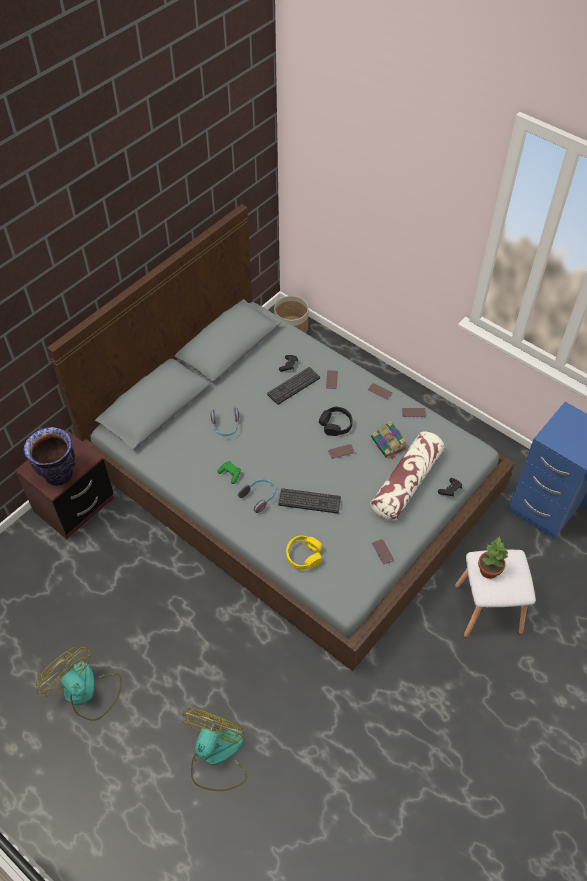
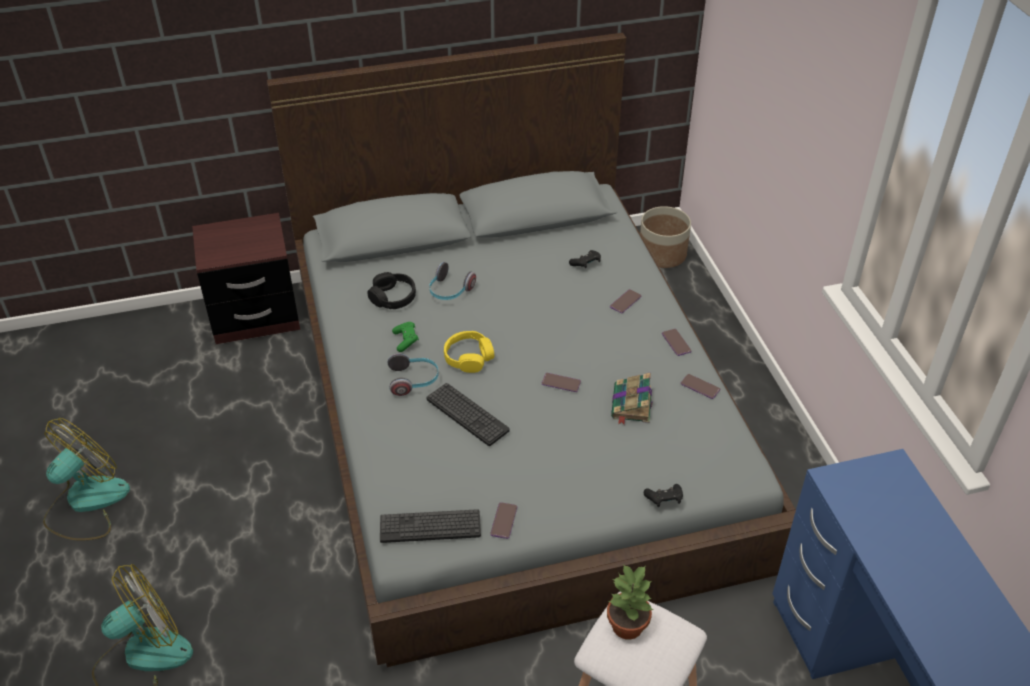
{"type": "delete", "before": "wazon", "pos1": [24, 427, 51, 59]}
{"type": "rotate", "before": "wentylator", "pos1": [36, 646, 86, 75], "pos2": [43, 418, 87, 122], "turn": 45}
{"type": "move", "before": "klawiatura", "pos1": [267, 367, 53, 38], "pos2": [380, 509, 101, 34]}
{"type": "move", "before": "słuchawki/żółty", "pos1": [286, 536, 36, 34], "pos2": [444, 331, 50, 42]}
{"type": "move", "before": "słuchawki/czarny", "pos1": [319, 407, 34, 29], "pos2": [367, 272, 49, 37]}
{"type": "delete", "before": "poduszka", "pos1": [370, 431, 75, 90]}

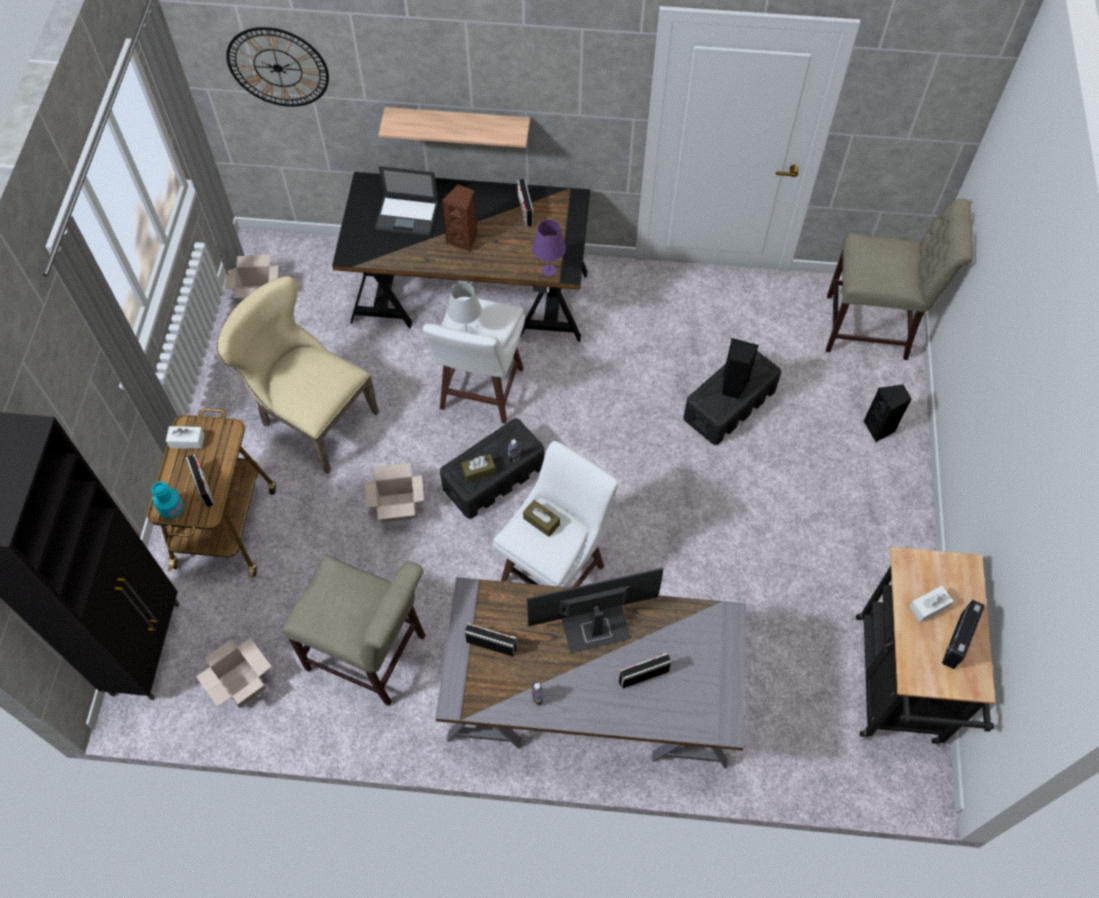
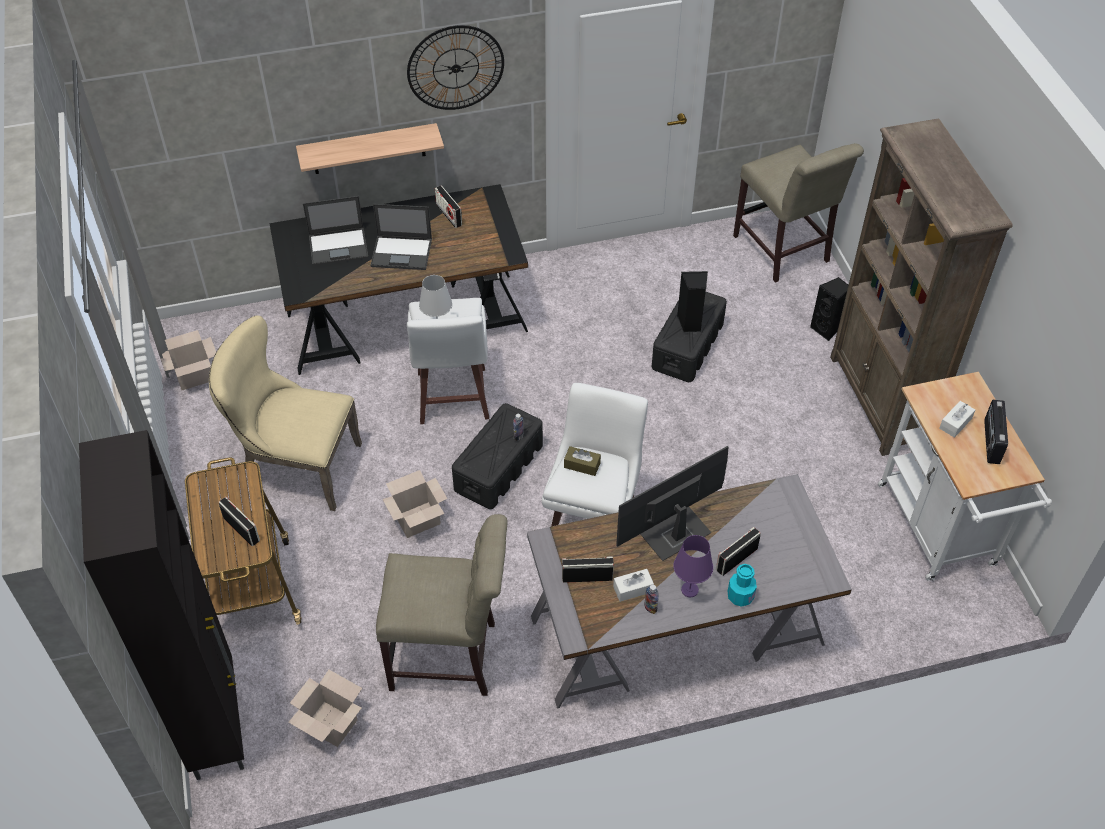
{"type": "move", "before": "butelka/turkusowy", "pos1": [151, 482, 33, 36], "pos2": [727, 564, 30, 43]}
{"type": "move", "before": "pudełko chusteczek/biały", "pos1": [166, 426, 39, 23], "pos2": [613, 569, 41, 33]}
{"type": "move", "before": "zegar ścienny", "pos1": [226, 27, 103, 80], "pos2": [407, 25, 97, 85]}
{"type": "replace", "before": "głośnik/brązowy", "after": "laptop", "pos1": [442, 184, 36, 68], "pos2": [371, 204, 61, 66]}
{"type": "delete", "before": "pudełko chusteczek/brązowy", "pos1": [461, 454, 35, 28]}
{"type": "move", "before": "lampa stołowa/fioletowy", "pos1": [532, 219, 34, 58], "pos2": [673, 535, 40, 62]}
{"type": "rotate", "before": "krzesło/beżowy", "pos1": [826, 198, 147, 162], "pos2": [733, 143, 131, 140], "turn": 75}
{"type": "recolor", "before": "wózek/czarny", "after": "wózek/biały", "pos1": [856, 547, 139, 200], "pos2": [878, 372, 174, 209]}
{"type": "insert", "after": "regał/brązowy", "pos2": [830, 118, 183, 338]}

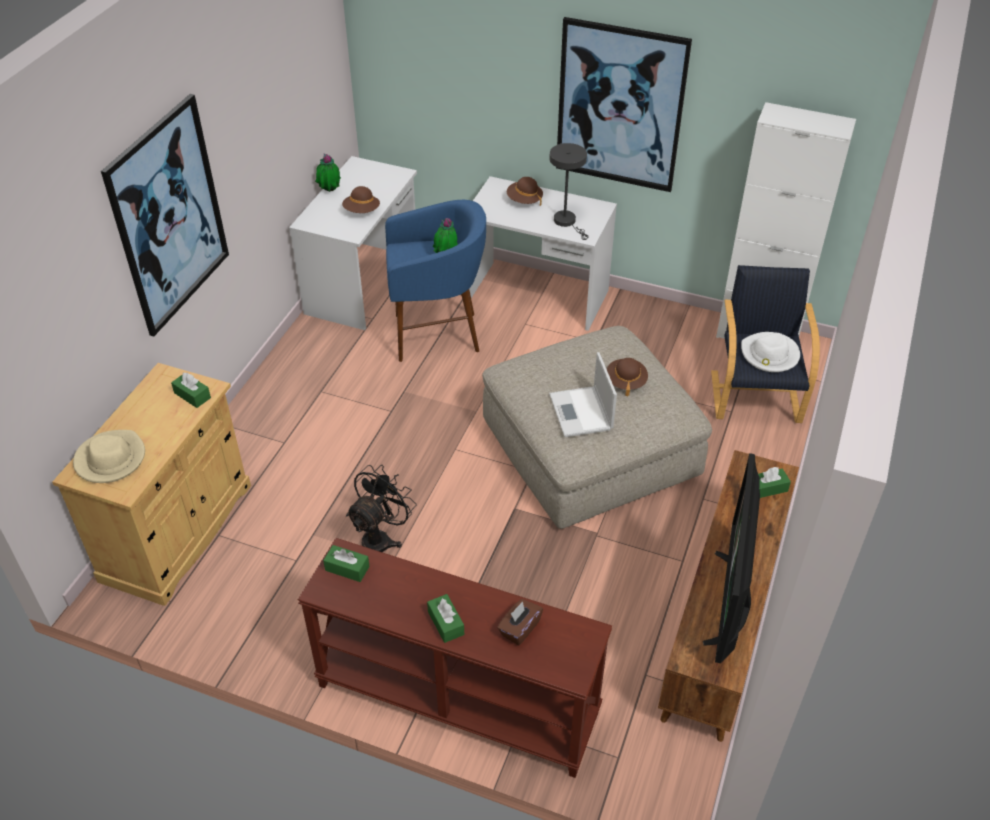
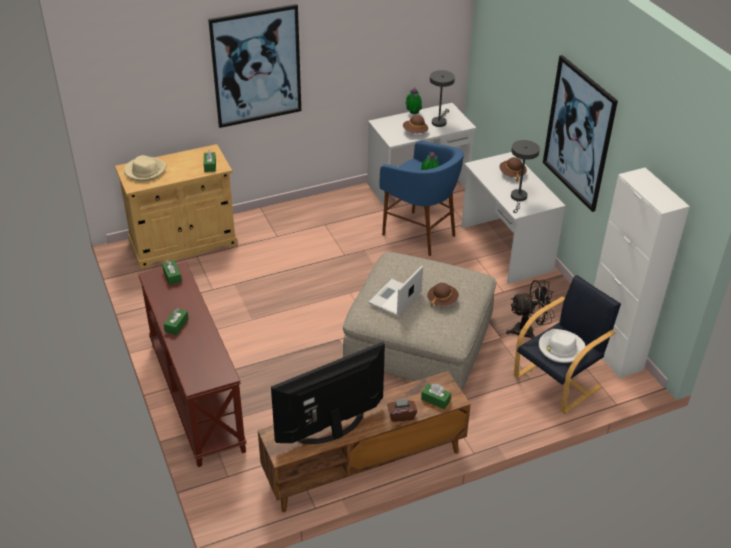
{"type": "move", "before": "wentylator/czarny", "pos1": [346, 465, 71, 87], "pos2": [506, 280, 49, 59]}
{"type": "move", "before": "pudełko chusteczek/brązowy", "pos1": [497, 599, 46, 46], "pos2": [387, 399, 30, 23]}
{"type": "insert", "after": "lampa stołowa/szary", "pos2": [430, 70, 25, 57]}

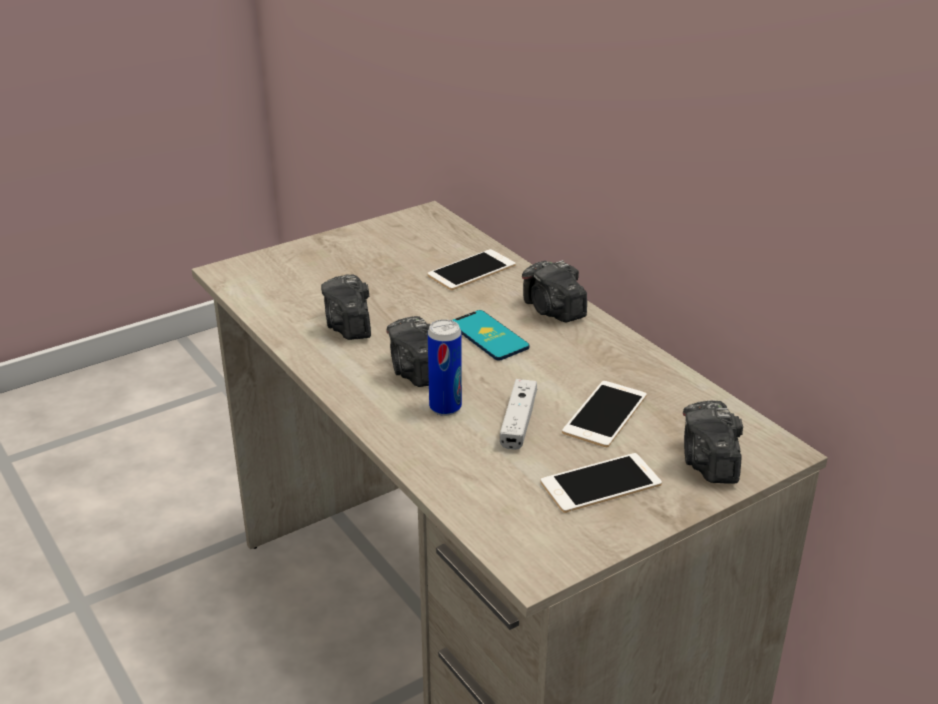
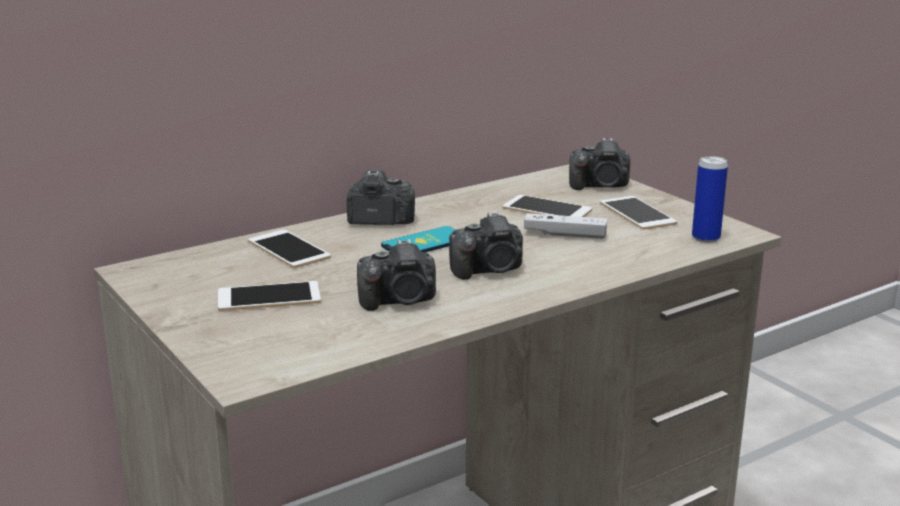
{"type": "move", "before": "puszka", "pos1": [428, 319, 34, 97], "pos2": [692, 156, 36, 87]}
{"type": "rotate", "before": "aparat fotograficzny", "pos1": [522, 260, 65, 62], "pos2": [347, 169, 68, 56], "turn": -150}
{"type": "insert", "after": "telefon", "pos2": [218, 281, 103, 30]}

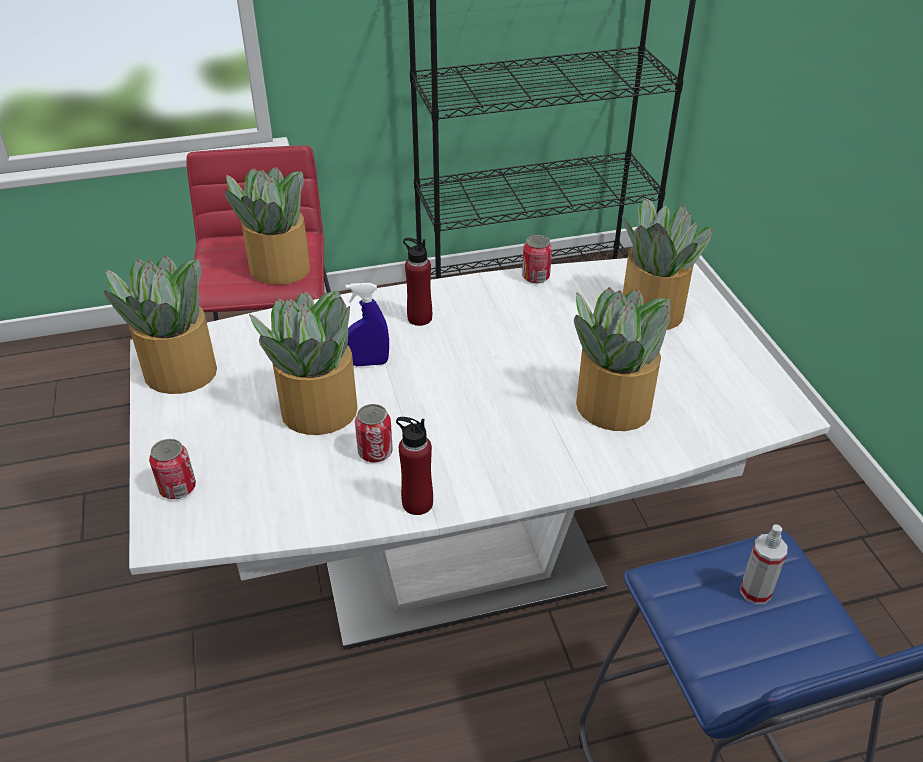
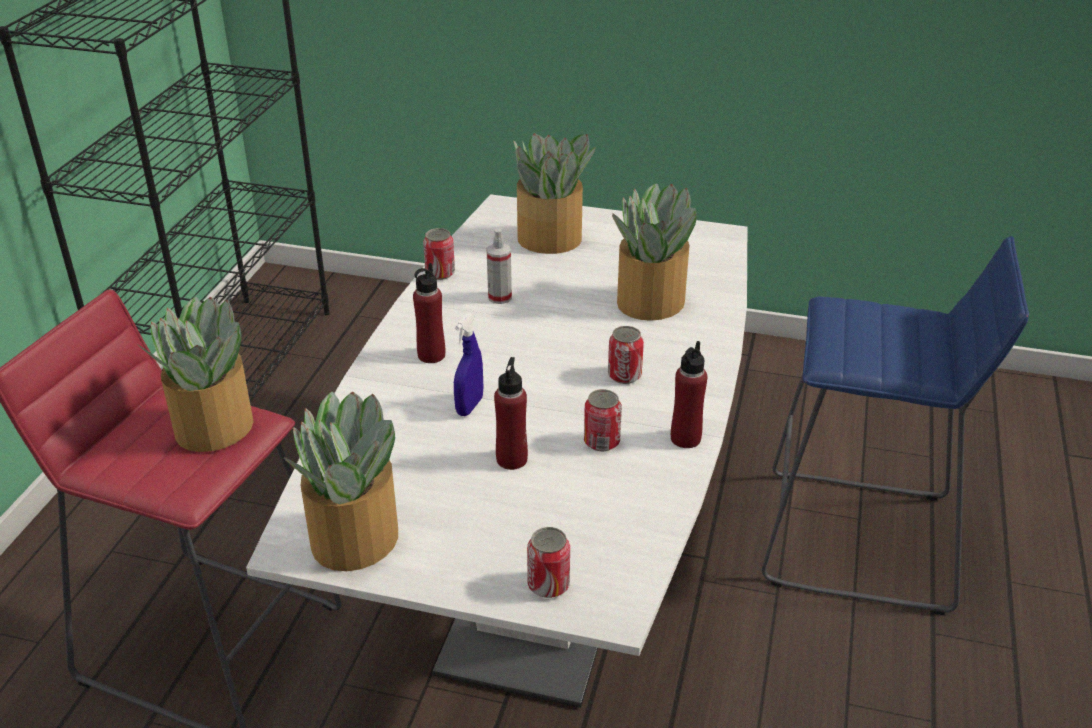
{"type": "replace", "before": "roślina doniczkowa", "after": "butelka/czerwony", "pos1": [249, 291, 108, 144], "pos2": [494, 357, 34, 113]}
{"type": "move", "before": "spryskiwacz", "pos1": [740, 524, 47, 80], "pos2": [487, 229, 25, 75]}
{"type": "insert", "after": "puszka", "pos2": [608, 326, 36, 58]}

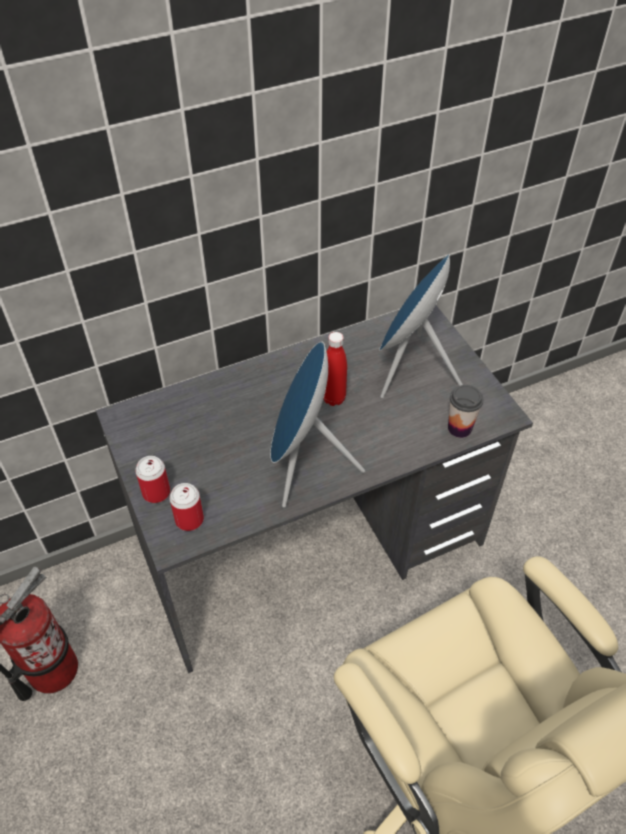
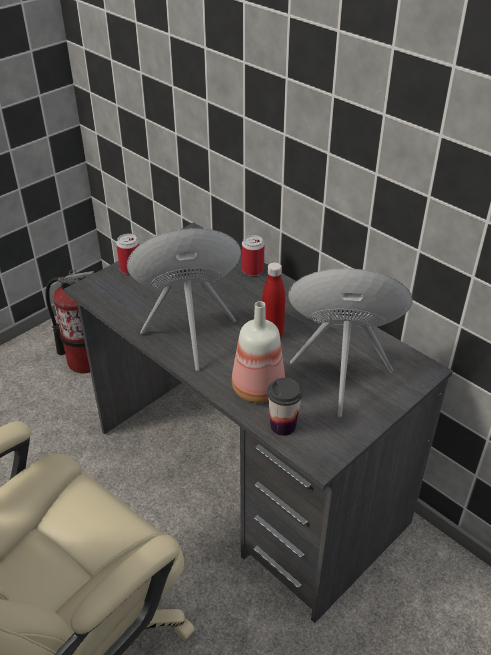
{"type": "move", "before": "puszka", "pos1": [169, 483, 35, 48], "pos2": [242, 235, 22, 41]}
{"type": "insert", "after": "butelka", "pos2": [232, 301, 53, 102]}

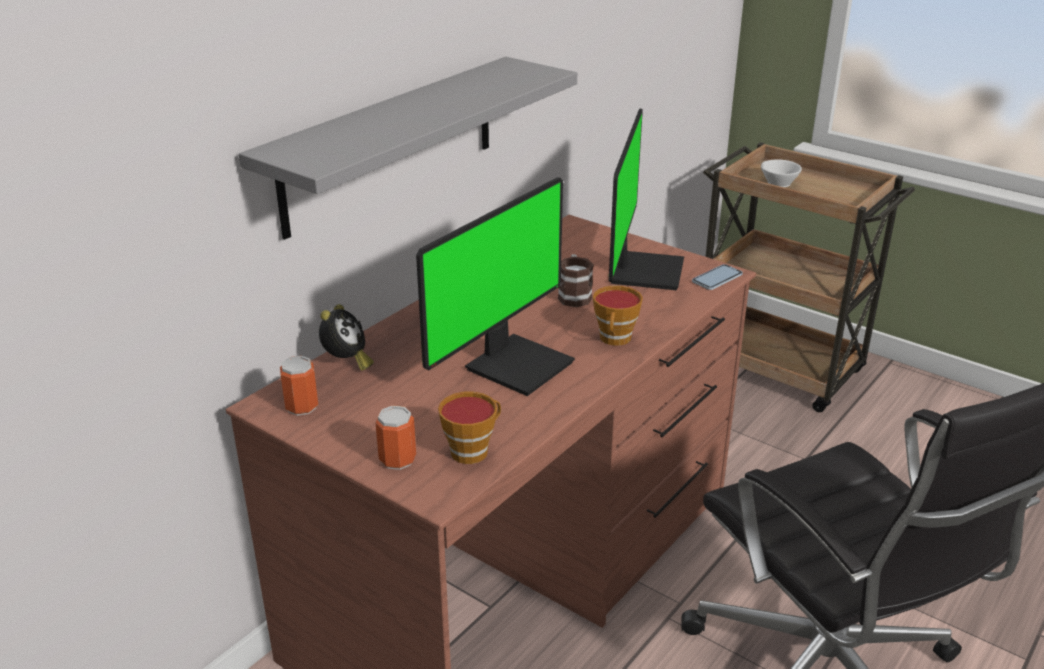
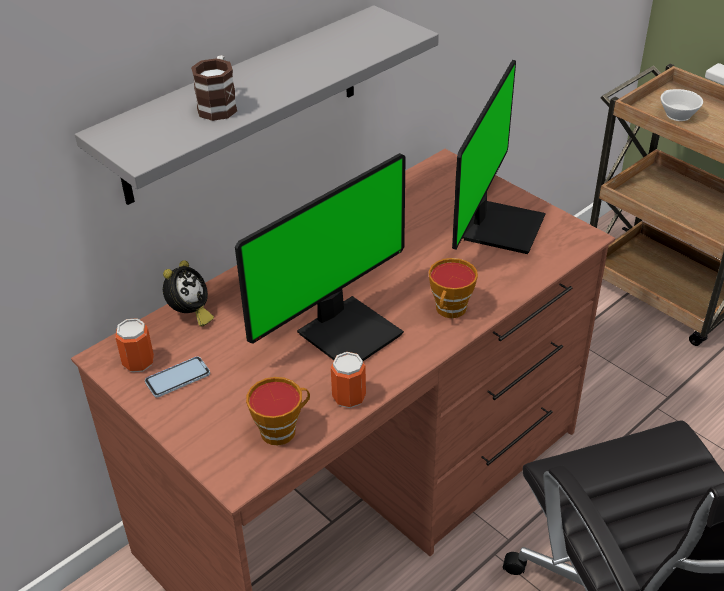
{"type": "move", "before": "puszka", "pos1": [376, 405, 40, 65], "pos2": [331, 352, 35, 56]}
{"type": "move", "before": "kubek", "pos1": [558, 254, 36, 53], "pos2": [191, 55, 46, 66]}
{"type": "move", "before": "telefon", "pos1": [692, 264, 51, 26], "pos2": [145, 357, 65, 40]}

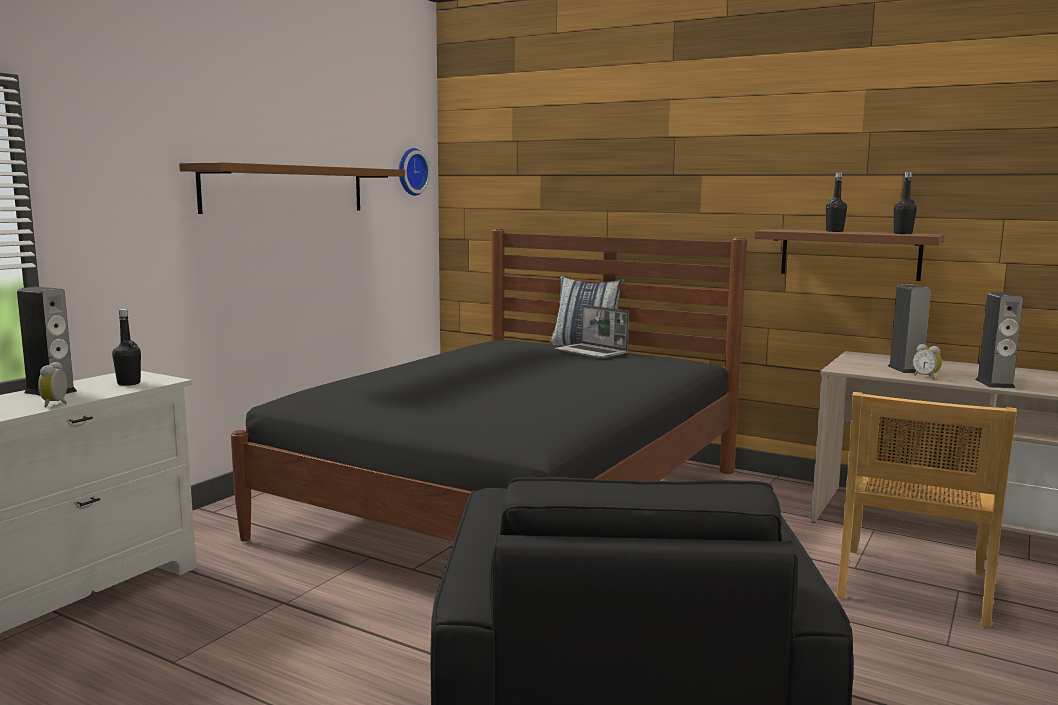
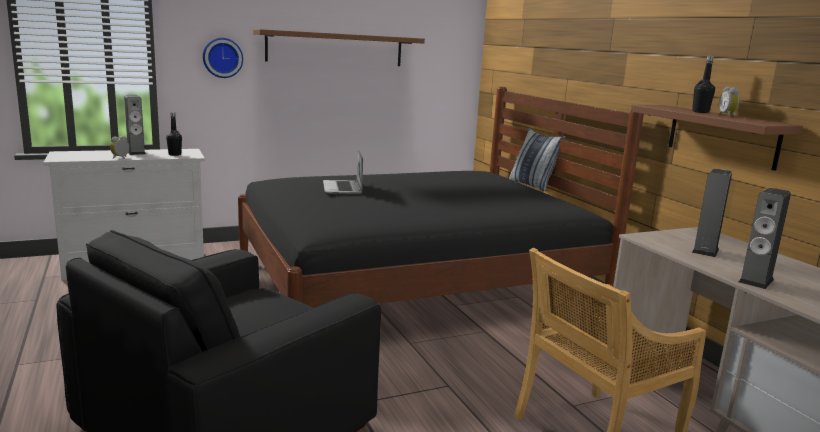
{"type": "move", "before": "zegar ścienny", "pos1": [399, 148, 32, 48], "pos2": [203, 38, 40, 40]}
{"type": "move", "before": "laptop", "pos1": [555, 305, 74, 54], "pos2": [323, 149, 40, 46]}
{"type": "delete", "before": "butelka/czarny", "pos1": [894, 172, 23, 62]}
{"type": "move", "before": "budzik", "pos1": [913, 344, 29, 35], "pos2": [719, 86, 20, 31]}

